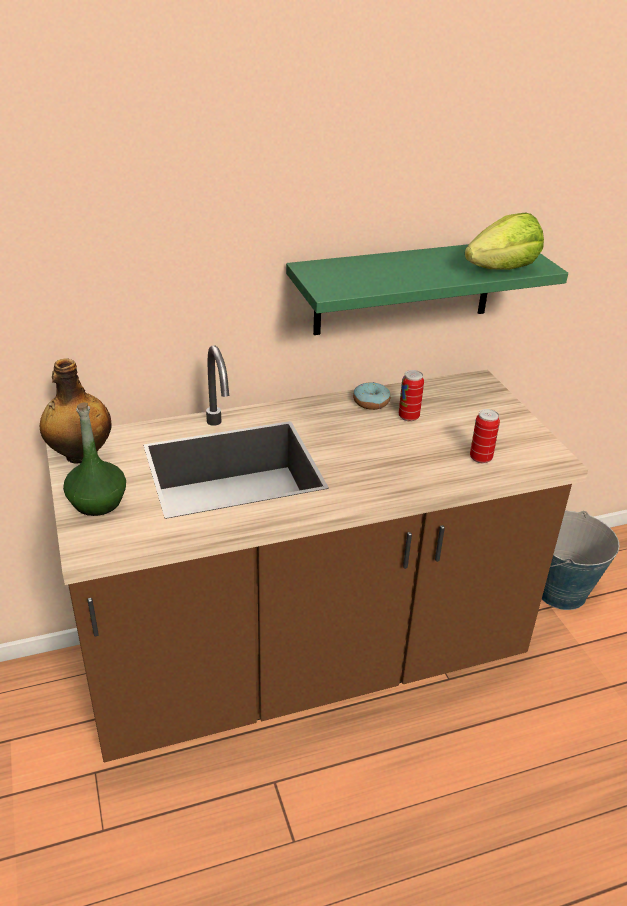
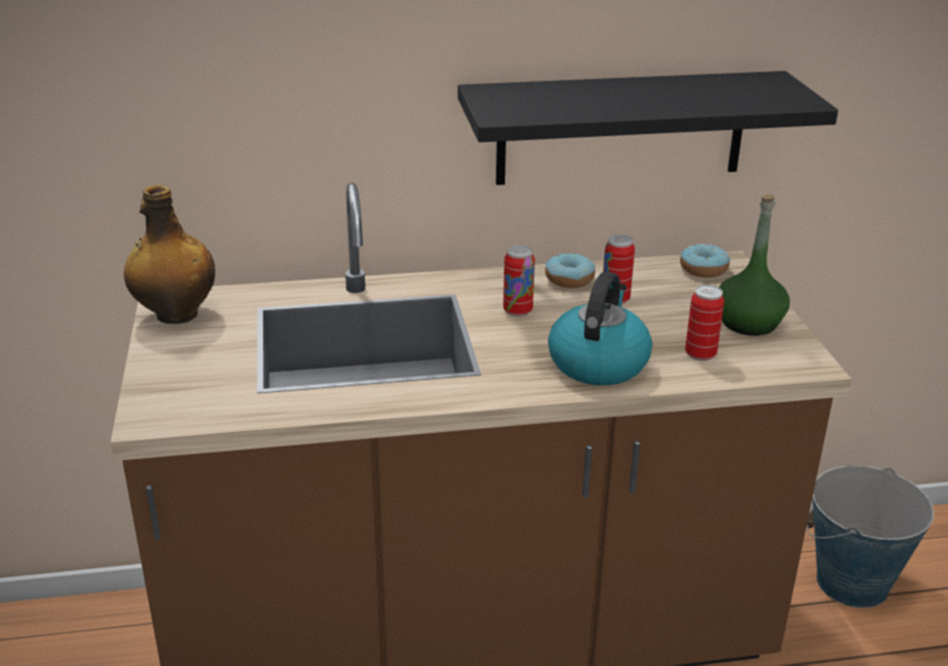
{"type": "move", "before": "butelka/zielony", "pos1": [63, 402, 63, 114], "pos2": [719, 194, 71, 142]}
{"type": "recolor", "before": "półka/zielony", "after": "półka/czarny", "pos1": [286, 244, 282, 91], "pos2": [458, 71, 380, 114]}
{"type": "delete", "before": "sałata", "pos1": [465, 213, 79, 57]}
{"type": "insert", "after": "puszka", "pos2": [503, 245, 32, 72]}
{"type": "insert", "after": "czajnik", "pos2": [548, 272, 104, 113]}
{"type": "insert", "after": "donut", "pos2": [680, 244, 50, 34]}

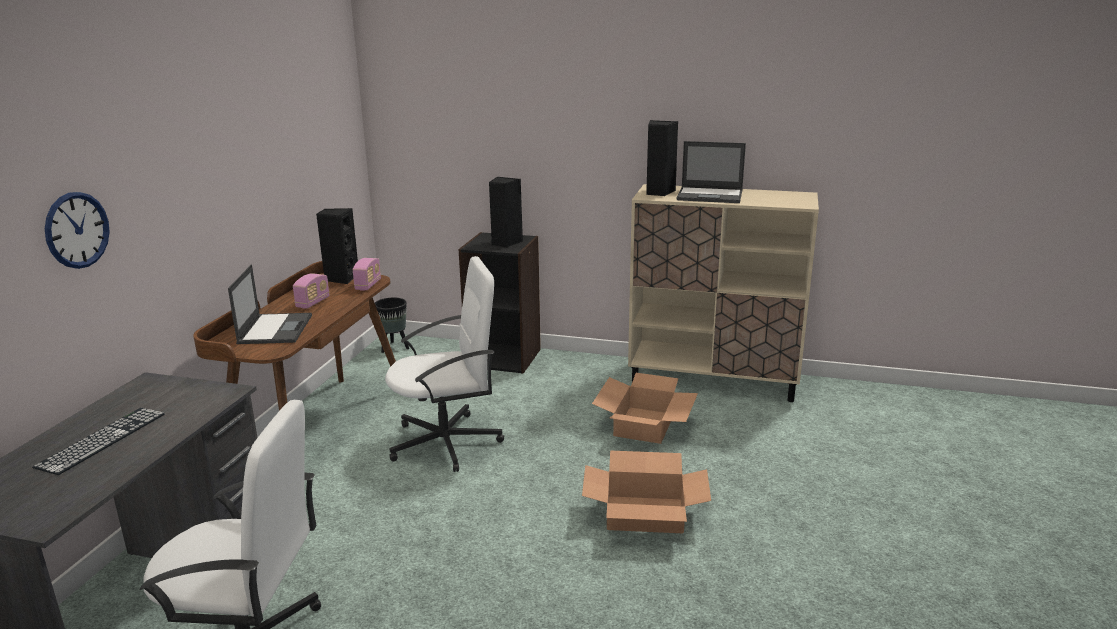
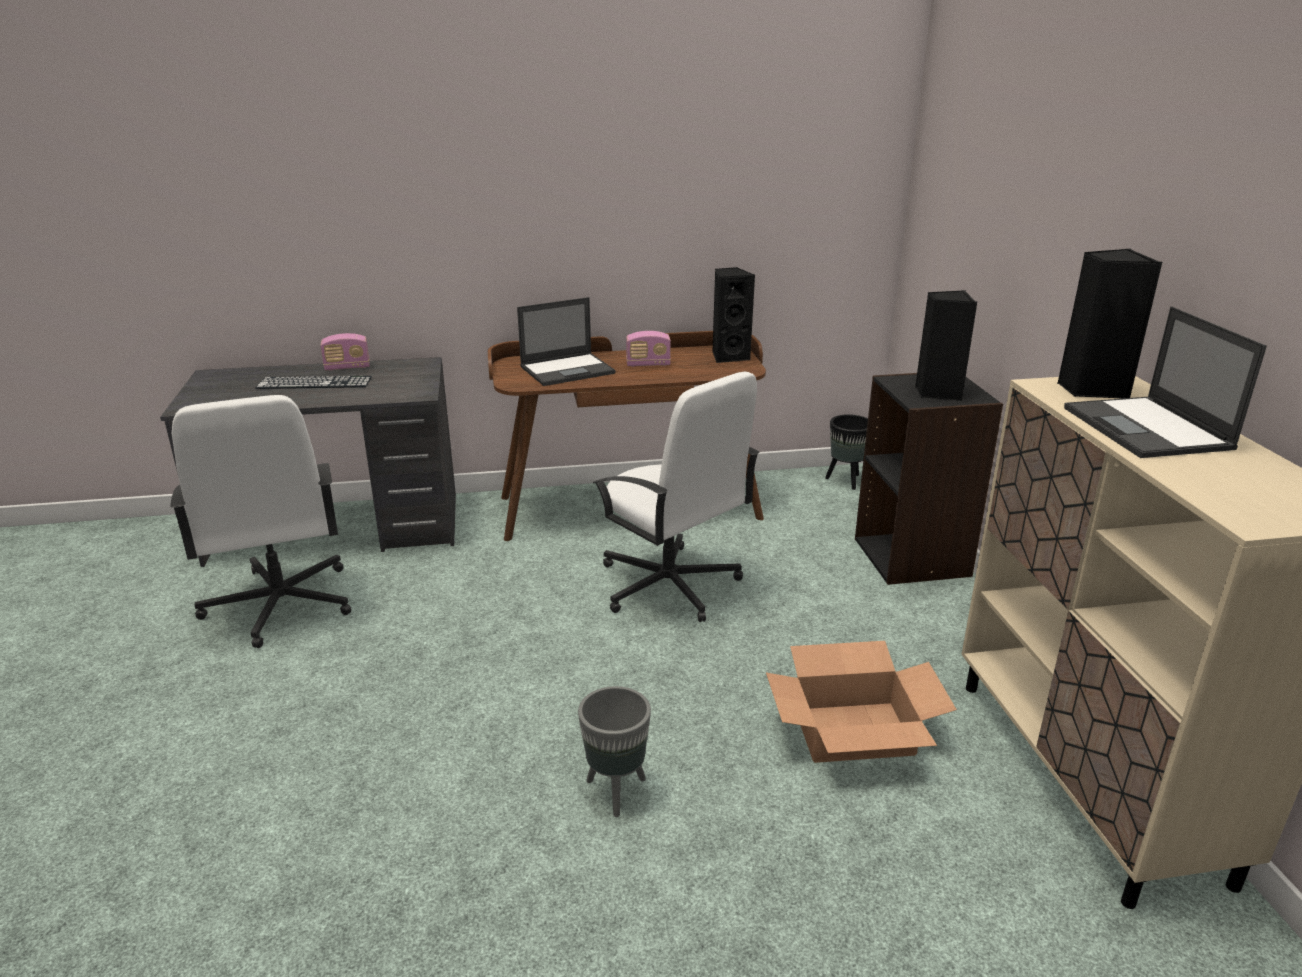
{"type": "delete", "before": "zegar ścienny", "pos1": [45, 192, 65, 77]}
{"type": "move", "before": "radio", "pos1": [353, 258, 28, 33], "pos2": [320, 333, 50, 38]}
{"type": "replace", "before": "karton", "after": "donica/szary", "pos1": [582, 450, 129, 83], "pos2": [578, 686, 73, 131]}

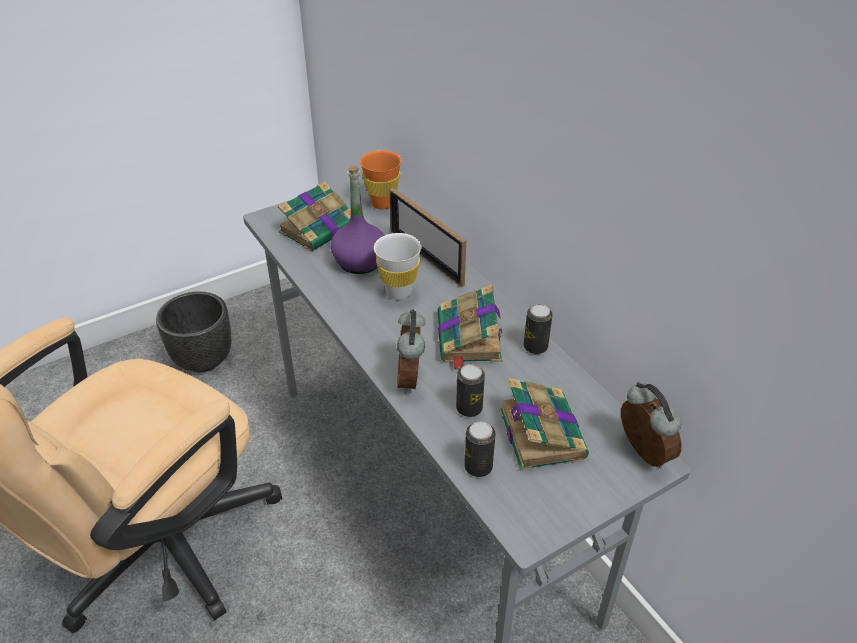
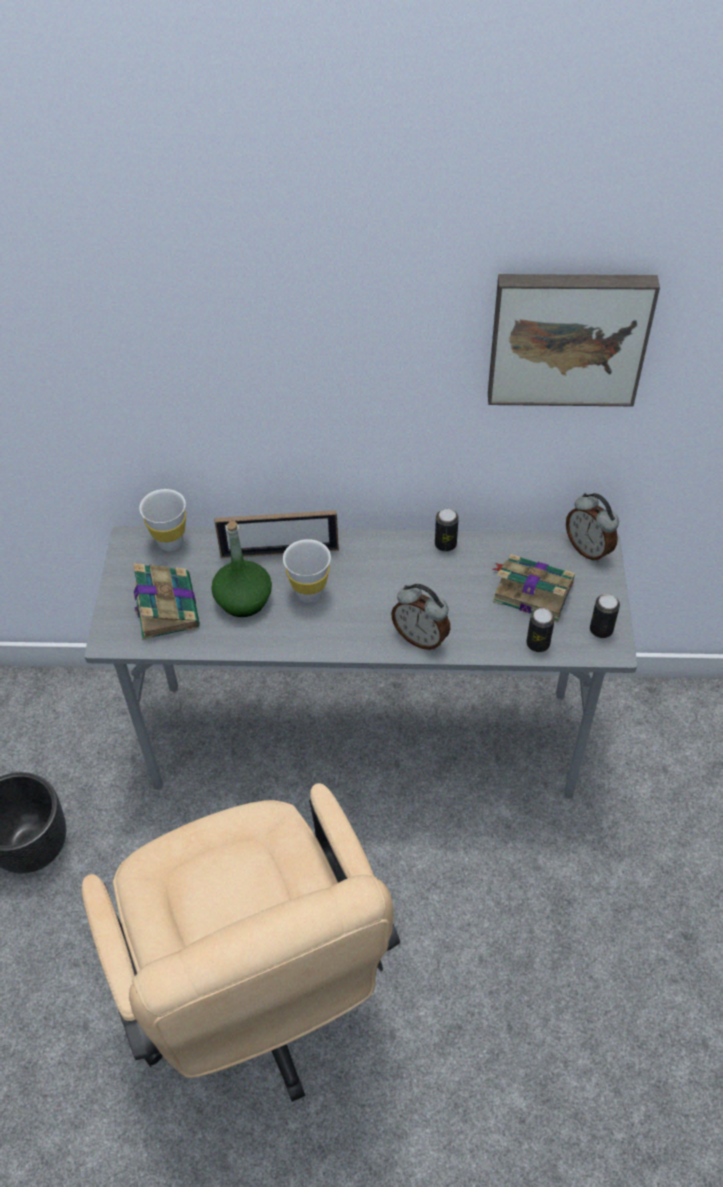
{"type": "recolor", "before": "butelka/fioletowy", "after": "butelka/zielony", "pos1": [330, 166, 55, 108], "pos2": [211, 521, 61, 96]}
{"type": "recolor", "before": "filiżanka/pomarańczowy", "after": "filiżanka/biały", "pos1": [360, 150, 41, 59], "pos2": [139, 489, 47, 63]}
{"type": "delete", "before": "książka", "pos1": [438, 284, 65, 86]}
{"type": "move", "before": "puszka", "pos1": [456, 364, 29, 53], "pos2": [590, 594, 30, 44]}
{"type": "rotate", "before": "budzik", "pos1": [621, 382, 61, 86], "pos2": [566, 493, 53, 69], "turn": -135}
{"type": "insert", "after": "obraz", "pos2": [488, 274, 172, 132]}

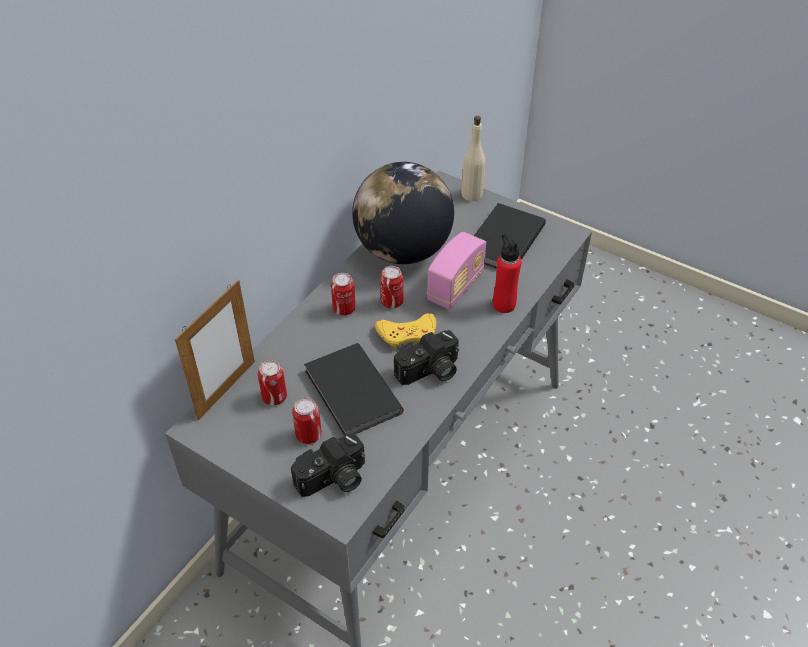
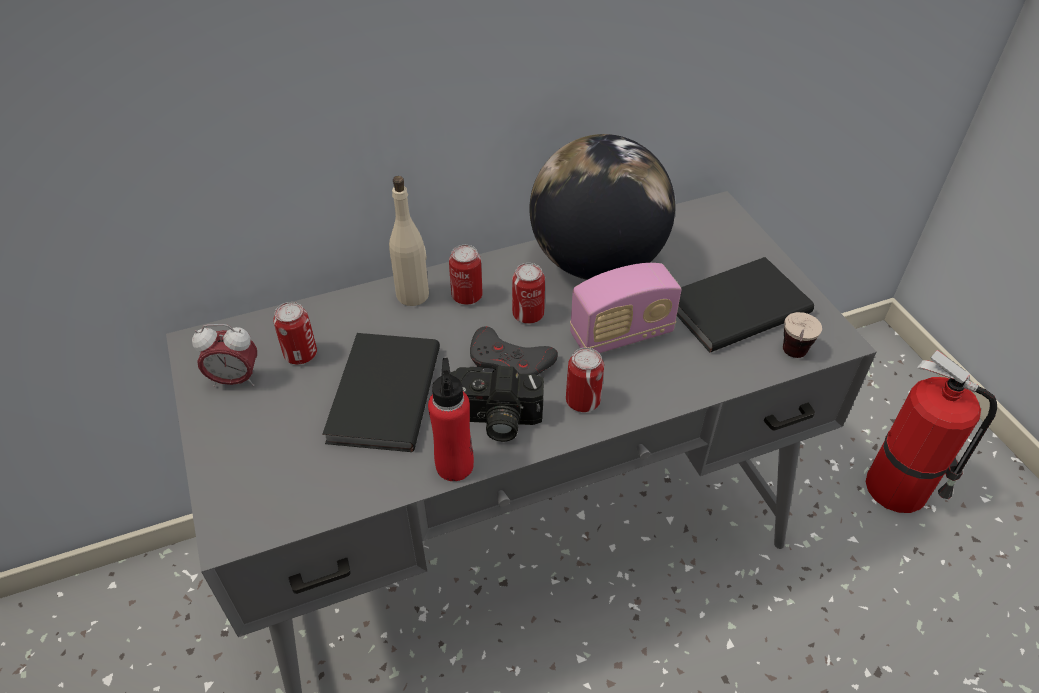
{"type": "delete", "before": "ramka na zdjęcie", "pos1": [175, 280, 80, 140]}
{"type": "delete", "before": "aparat fotograficzny", "pos1": [291, 433, 74, 64]}
{"type": "move", "before": "puszka", "pos1": [292, 397, 30, 47], "pos2": [566, 348, 38, 64]}
{"type": "recolor", "before": "pad do gier/żółty", "after": "pad do gier/szary", "pos1": [375, 313, 61, 37], "pos2": [470, 326, 88, 49]}
{"type": "move", "before": "butelka/beżowy", "pos1": [461, 116, 24, 85], "pos2": [389, 176, 40, 130]}
{"type": "move", "before": "butelka/czerwony", "pos1": [493, 234, 29, 79], "pos2": [428, 358, 46, 123]}
{"type": "insert", "after": "budzik", "pos2": [192, 324, 65, 63]}
{"type": "insert", "after": "filiżanka", "pos2": [783, 312, 39, 46]}
{"type": "insert", "after": "gaśnica", "pos2": [865, 350, 132, 163]}

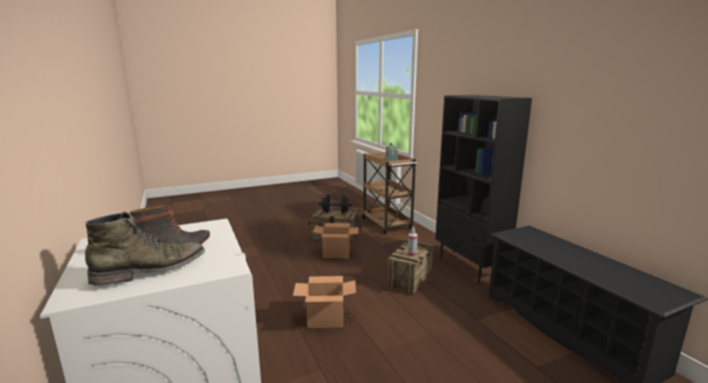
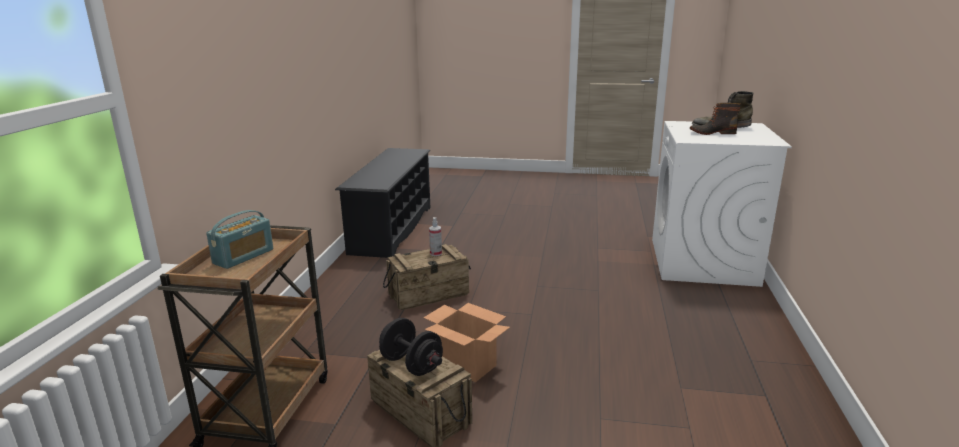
{"type": "delete", "before": "karton", "pos1": [293, 276, 63, 52]}
{"type": "delete", "before": "regał/czarny", "pos1": [435, 95, 97, 188]}

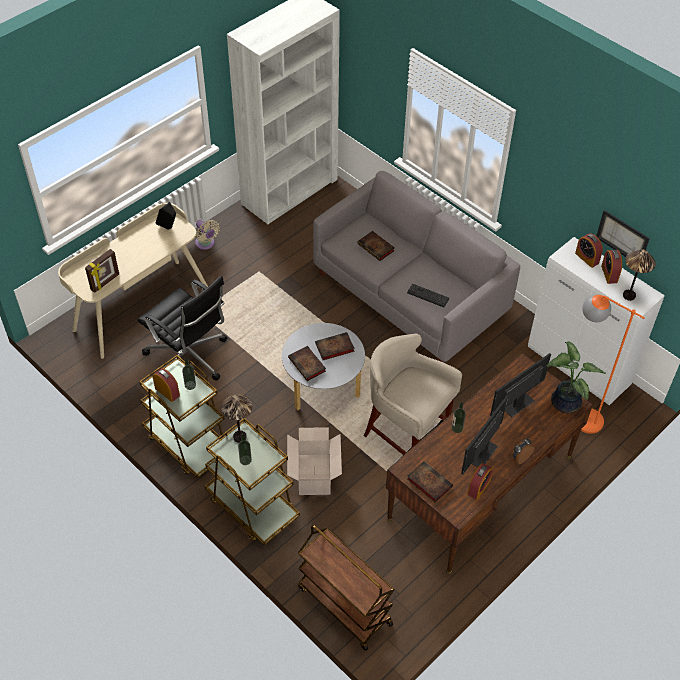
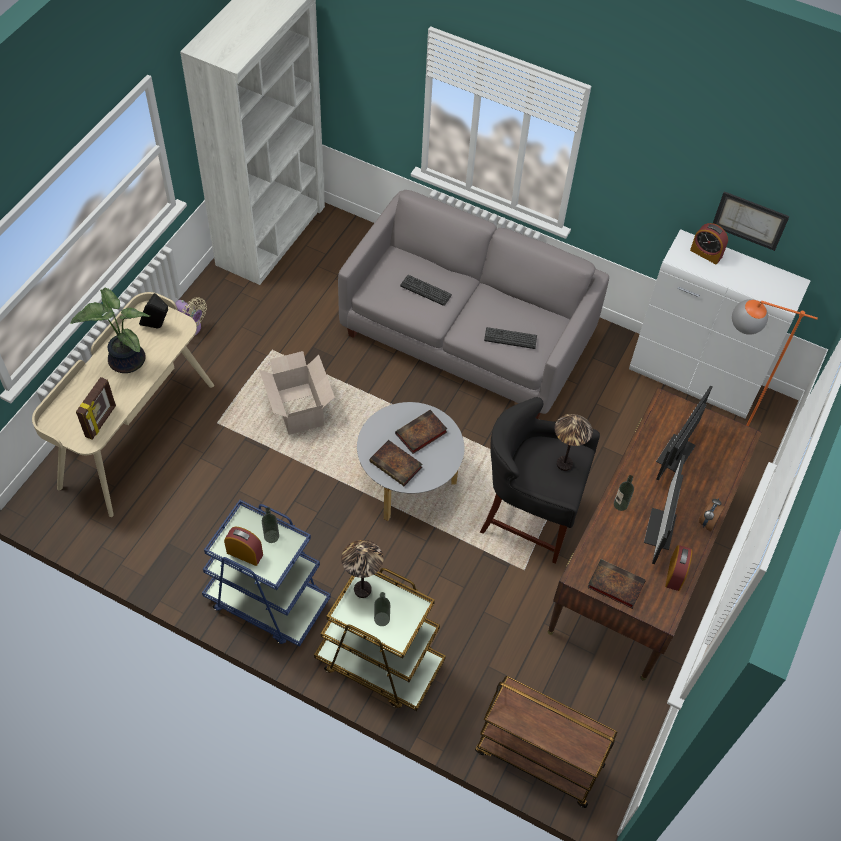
{"type": "delete", "before": "krzesło biurowe/czarny", "pos1": [138, 276, 89, 105]}
{"type": "recolor", "before": "wózek/brązowy", "after": "wózek/niebieski", "pos1": [139, 355, 85, 123], "pos2": [202, 500, 129, 147]}
{"type": "move", "before": "karton", "pos1": [287, 427, 55, 68], "pos2": [259, 351, 76, 84]}
{"type": "replace", "before": "książka", "after": "klawiatura", "pos1": [357, 231, 38, 30], "pos2": [400, 275, 52, 31]}
{"type": "recolor", "before": "stołek/beżowy", "after": "stołek/czarny", "pos1": [364, 334, 98, 121], "pos2": [480, 397, 120, 167]}
{"type": "move", "before": "roślina doniczkowa", "pos1": [547, 341, 59, 72], "pos2": [70, 288, 80, 85]}
{"type": "delete", "before": "budzik", "pos1": [601, 250, 21, 34]}
{"type": "move", "before": "lampa stołowa", "pos1": [623, 249, 33, 52], "pos2": [554, 414, 39, 57]}

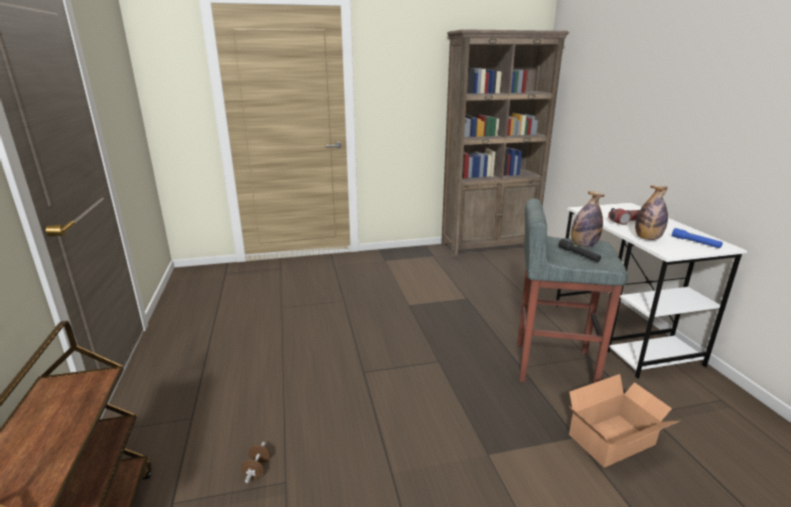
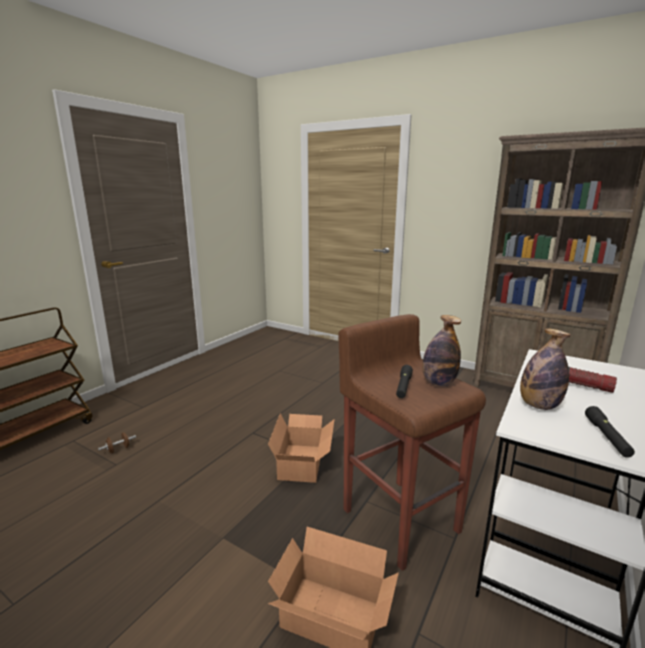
{"type": "recolor", "before": "stołek/szary", "after": "stołek/brązowy", "pos1": [517, 199, 111, 184], "pos2": [338, 314, 148, 257]}
{"type": "recolor", "before": "latarka/niebieski", "after": "latarka/czarny", "pos1": [672, 228, 51, 20], "pos2": [585, 406, 50, 52]}
{"type": "insert", "after": "karton", "pos2": [268, 413, 67, 70]}

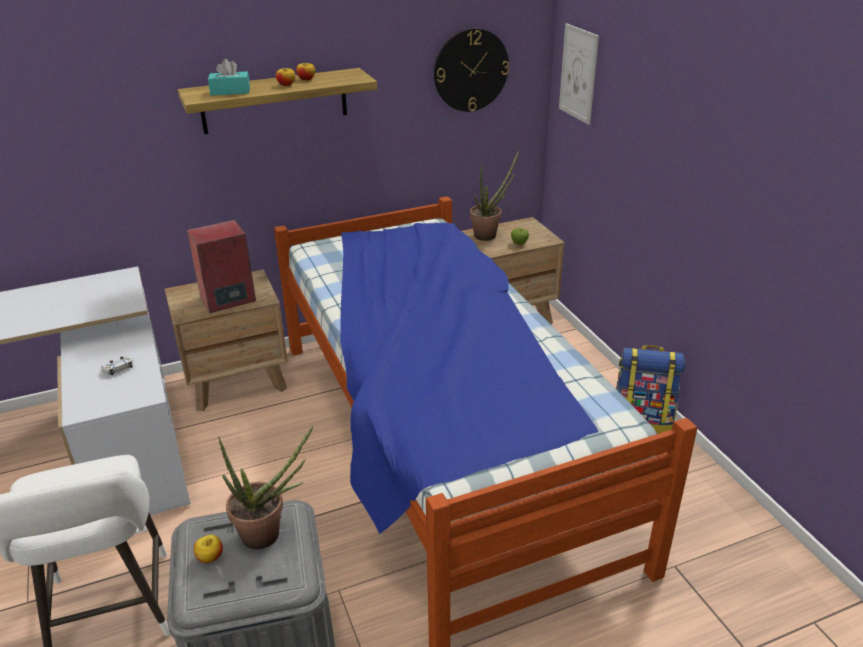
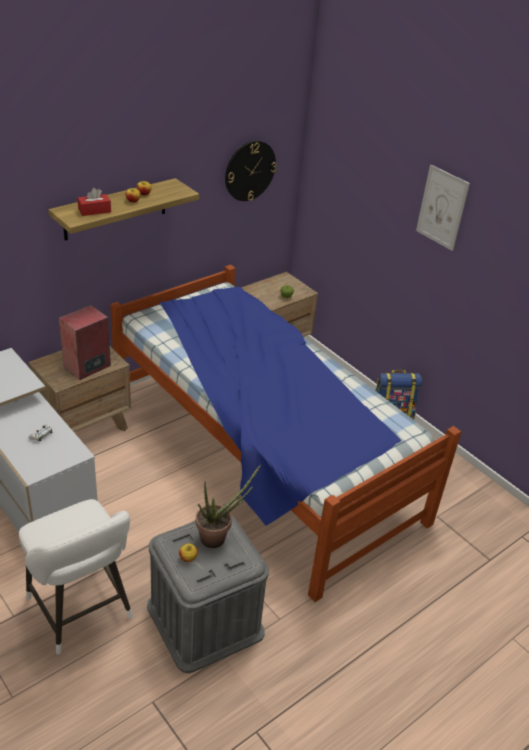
{"type": "recolor", "before": "pudełko chusteczek/turkusowy", "after": "pudełko chusteczek/czerwony", "pos1": [208, 59, 42, 37], "pos2": [77, 188, 34, 28]}
{"type": "delete", "before": "roślina doniczkowa", "pos1": [470, 150, 49, 91]}
{"type": "move", "before": "obraz", "pos1": [559, 24, 40, 101], "pos2": [416, 165, 54, 86]}

